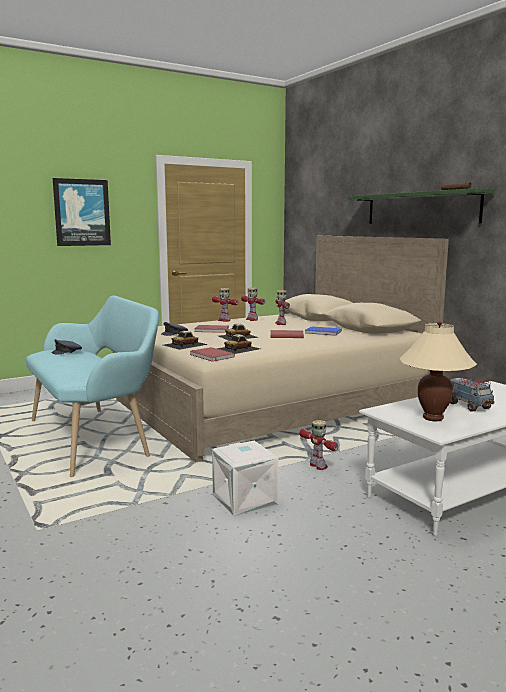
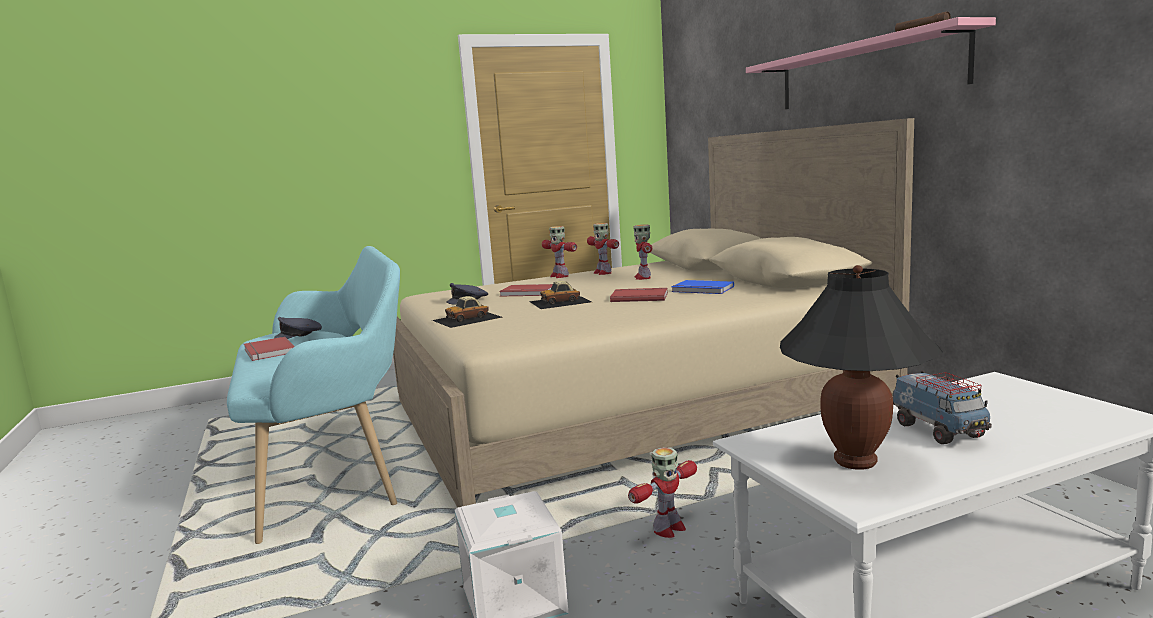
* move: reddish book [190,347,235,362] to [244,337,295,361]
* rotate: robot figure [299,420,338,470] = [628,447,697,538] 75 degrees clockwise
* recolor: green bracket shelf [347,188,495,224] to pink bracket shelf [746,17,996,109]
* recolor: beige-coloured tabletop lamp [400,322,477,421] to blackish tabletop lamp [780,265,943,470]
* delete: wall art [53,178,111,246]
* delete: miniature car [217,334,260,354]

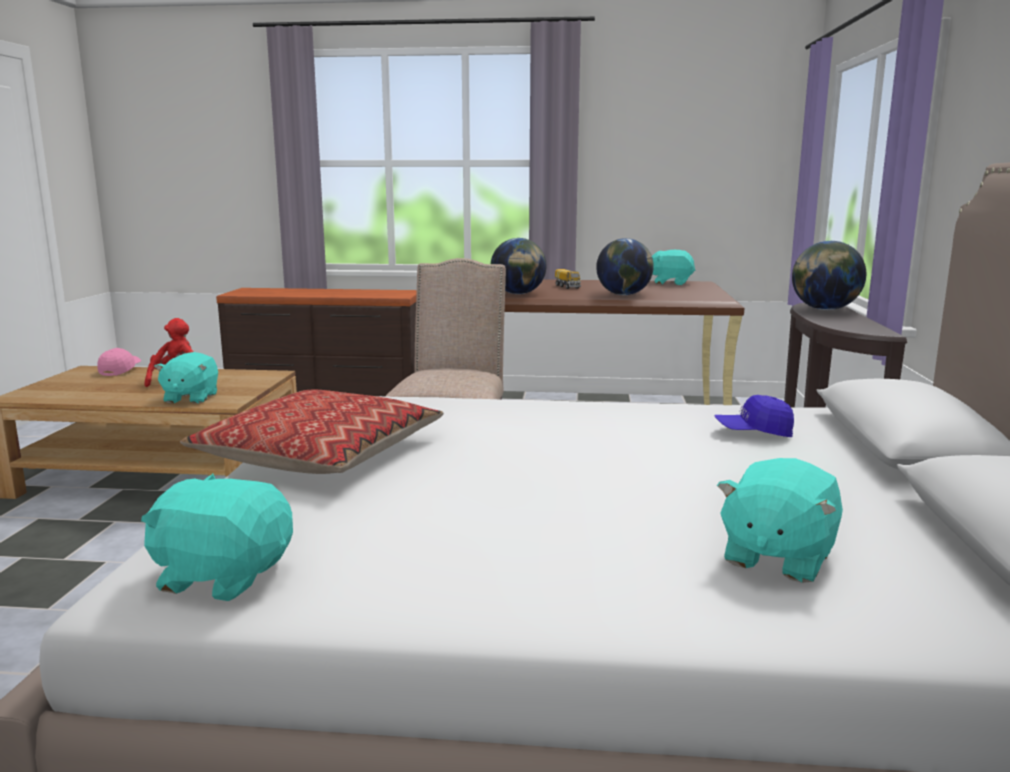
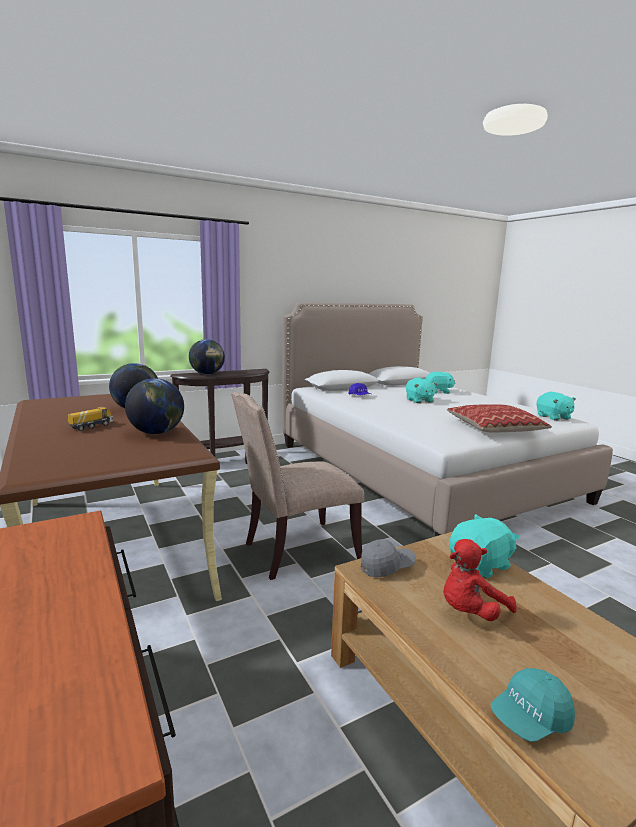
* insert: grey baseball cap [361,539,416,577]
* move: turquoise-coloured soft toy [652,250,695,285] to [406,378,437,403]
* recolor: pink baseball cap [97,348,141,376] to turquoise-coloured baseball cap [491,668,575,742]

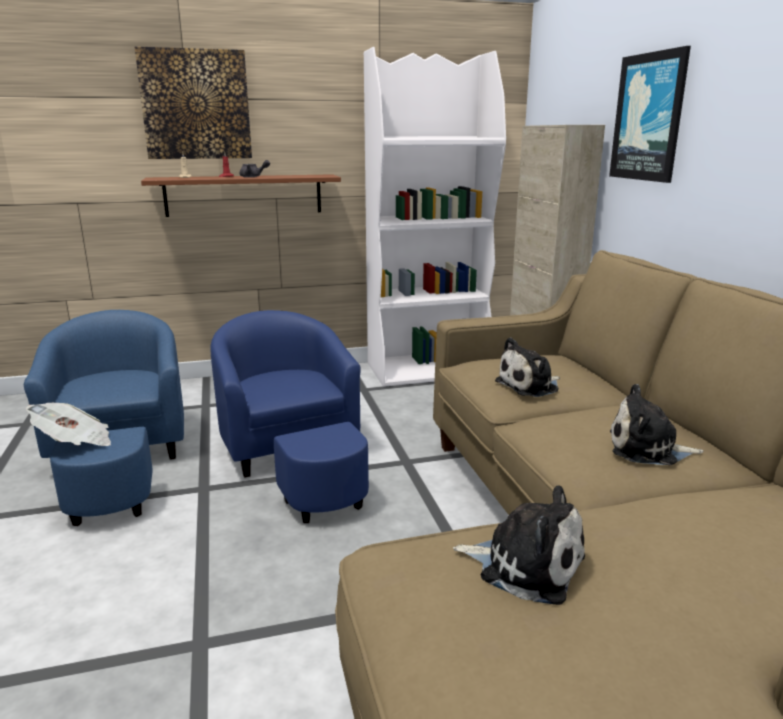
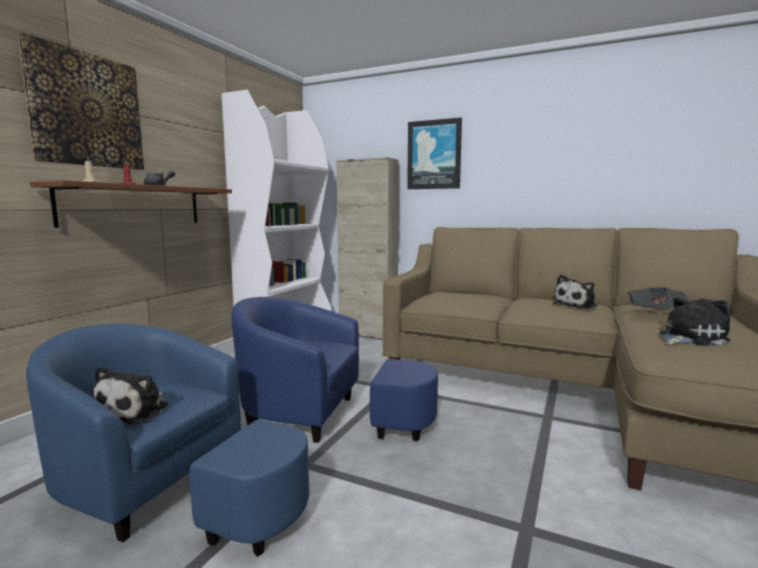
* move: soft toy [495,338,560,397] to [93,366,169,424]
* move: newspaper [26,403,111,446] to [627,287,689,310]

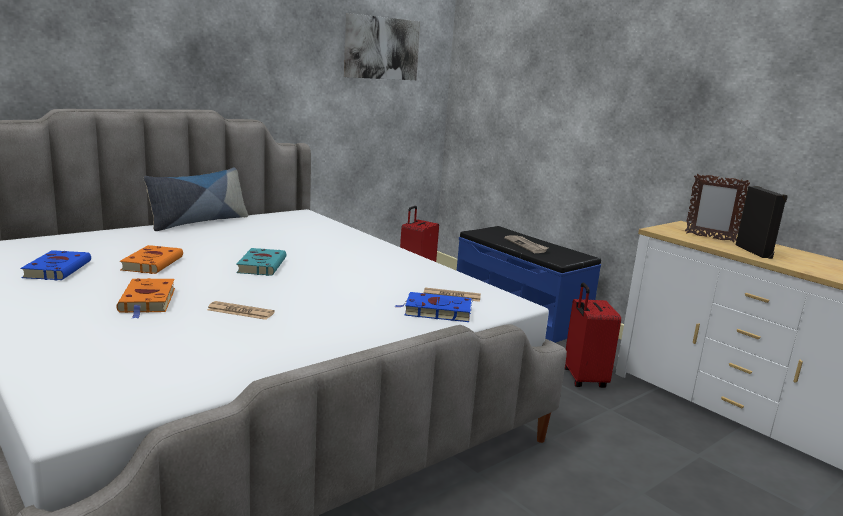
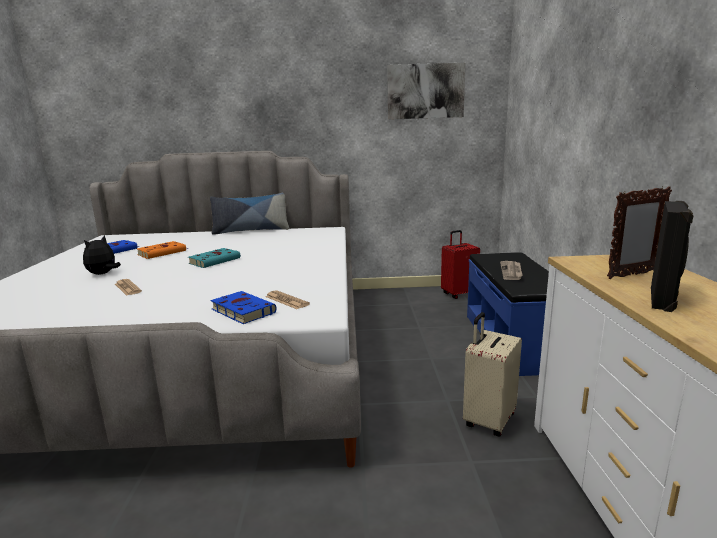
* replace: orange-coloured book [116,278,175,318] to soft toy [83,235,121,275]
* recolor: reddish piece of luggage [565,282,621,388] to beige-coloured piece of luggage [463,312,522,436]
* rotate: photo frame [685,174,750,243] = [607,186,672,279] 90 degrees counterclockwise

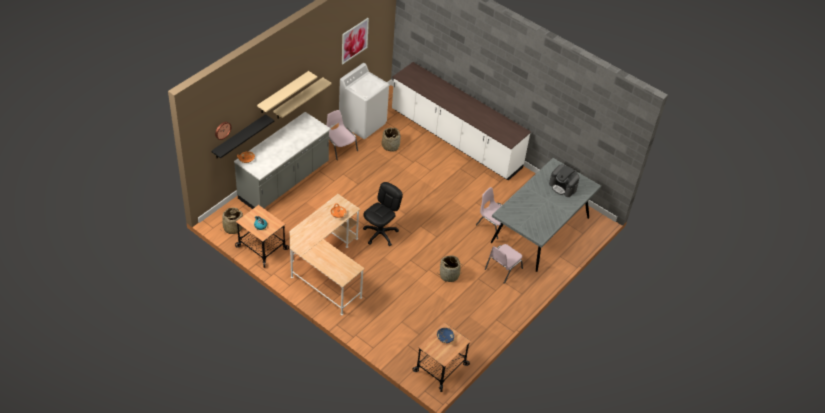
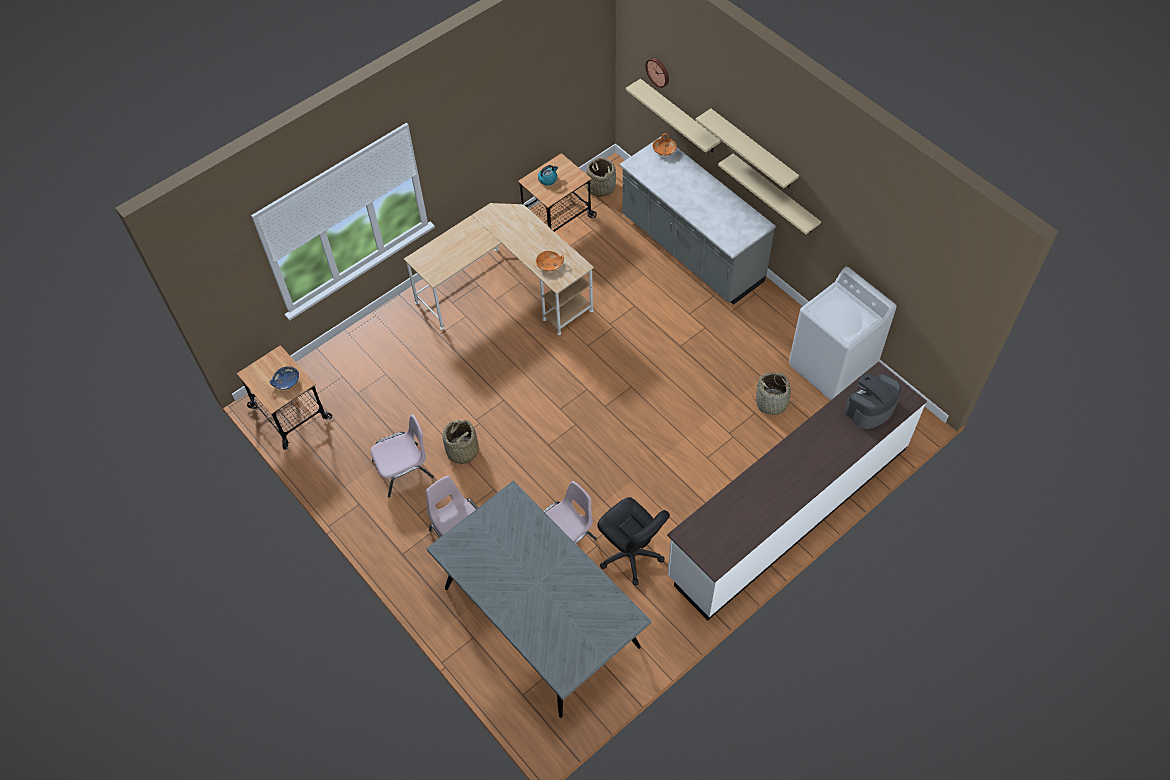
* move: pink upright chair [326,110,358,160] to [371,414,433,497]
* move: blackish computer chair [363,182,403,246] to [597,497,670,585]
* recolor: blackish bracket shelf [211,114,274,159] to beige-coloured bracket shelf [626,79,721,153]
* move: coffee brewer [549,165,580,197] to [844,373,901,429]
* delete: wall art [342,18,369,65]

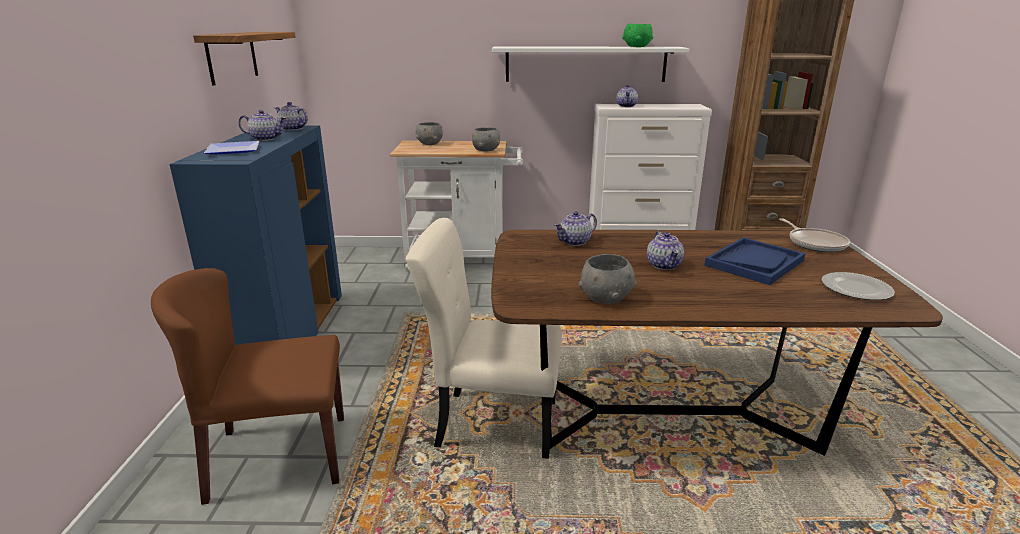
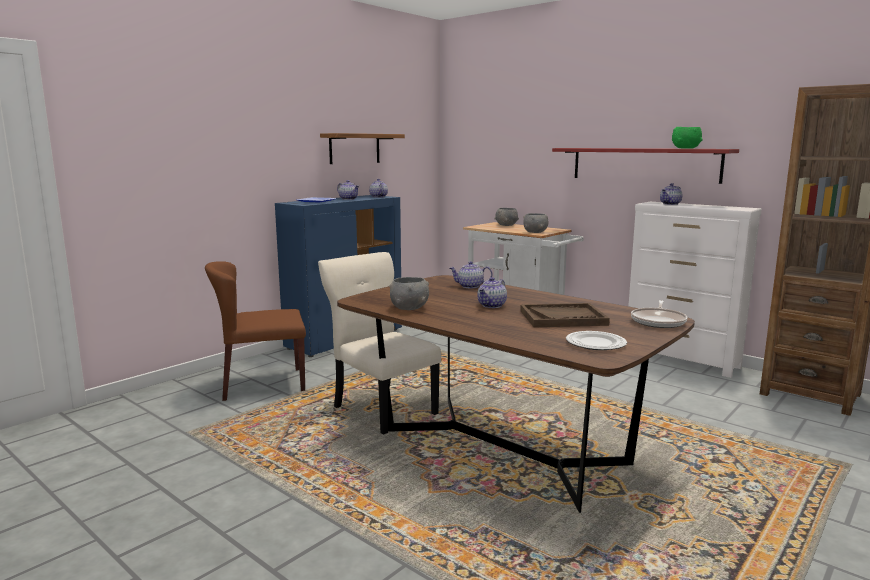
* rotate: brown-coloured upright chair [151,268,344,505] = [205,261,306,401] 45 degrees counterclockwise
* recolor: blue-coloured serving tray [705,237,806,285] to brown-coloured serving tray [520,303,610,327]
* recolor: white-coloured bracket shelf [492,47,689,82] to reddish bracket shelf [552,148,739,184]

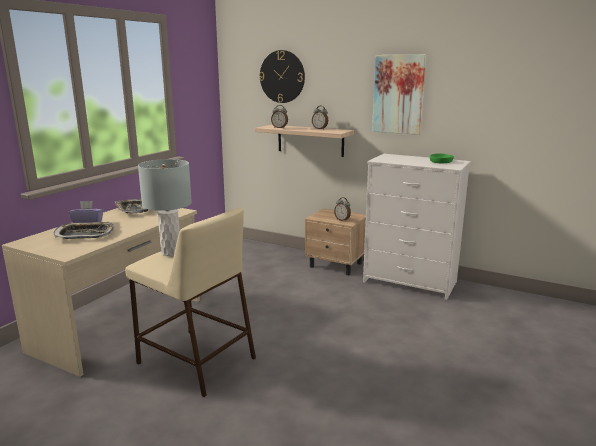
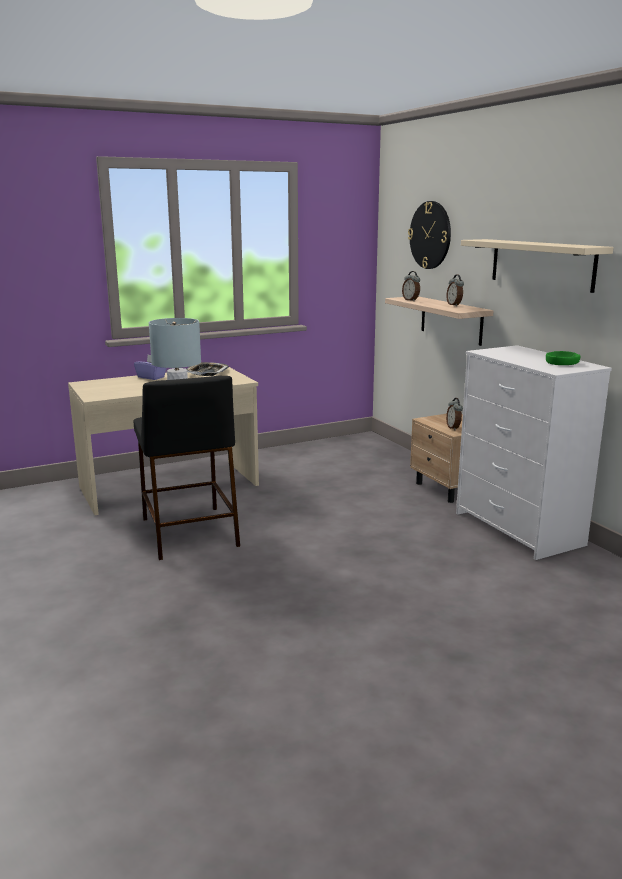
* recolor: beige-coloured stool [125,208,256,397] to blackish stool [134,376,240,560]
* replace: wall art [372,55,427,135] to beige-coloured bracket shelf [461,239,614,293]
* delete: serving tray [53,221,114,239]

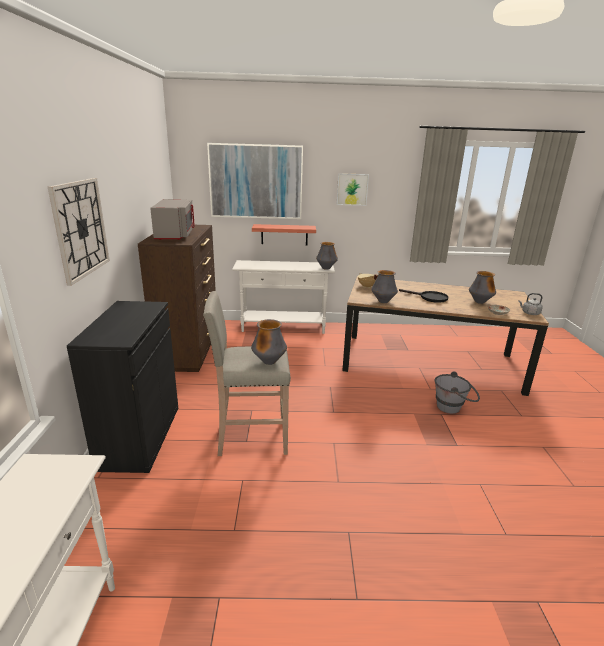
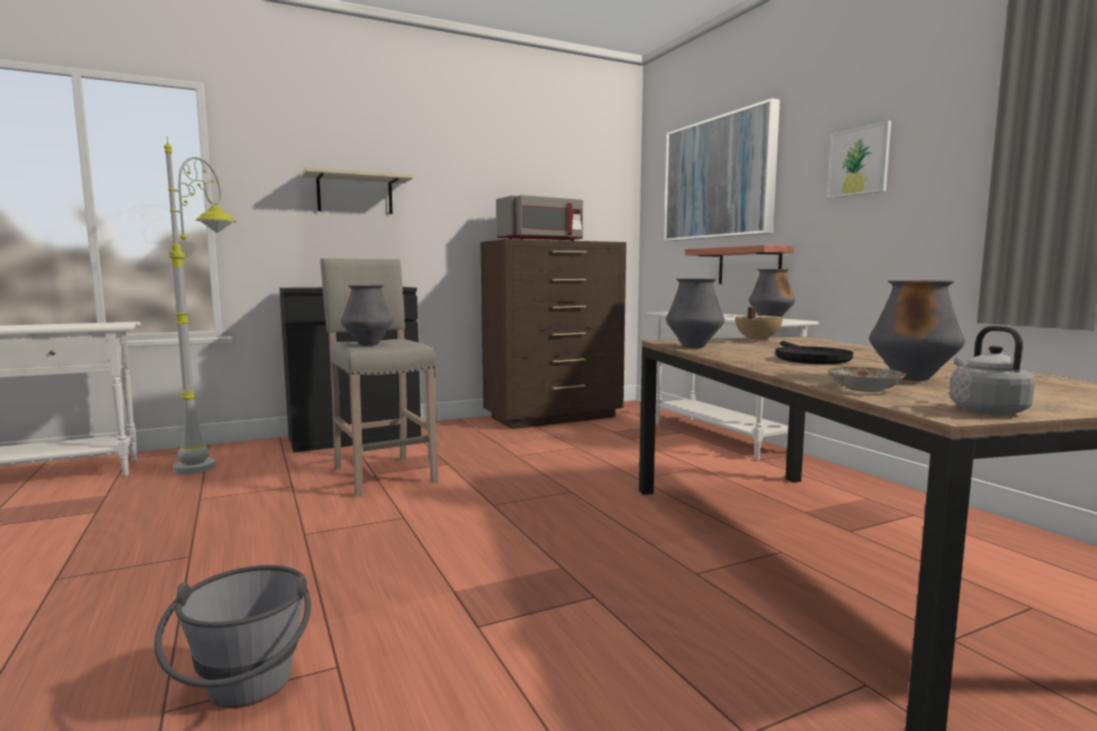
* move: grey water bucket [435,371,480,414] to [154,565,311,708]
* insert: grey standing lamp [164,137,237,474]
* replace: wall clock [48,178,110,286] to beige-coloured bracket shelf [301,166,414,214]

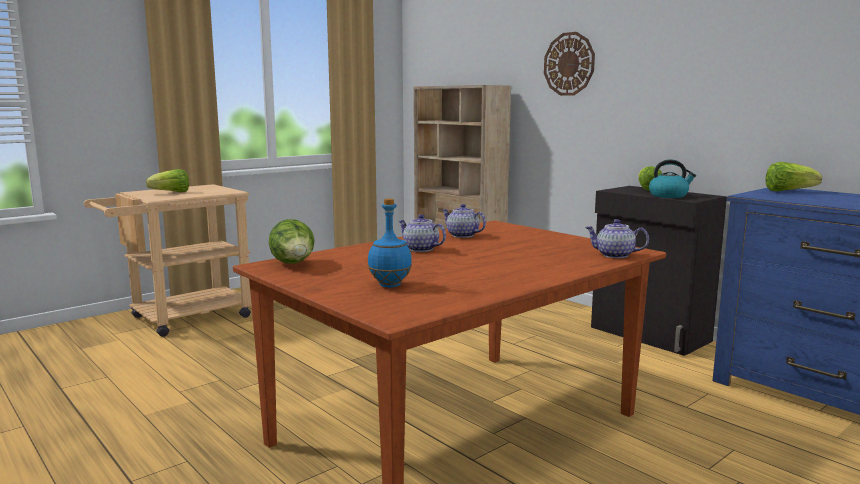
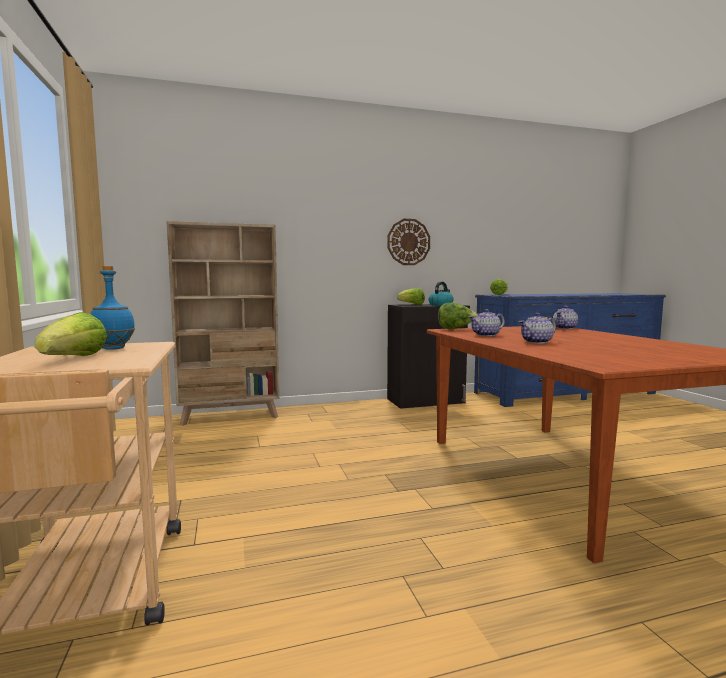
* move: blue-coloured beverage bottle [368,198,412,288] to [90,266,135,350]
* move: wall clock [544,32,595,96] to [387,219,430,265]
* move: lettuce [269,219,314,264] to [438,302,478,329]

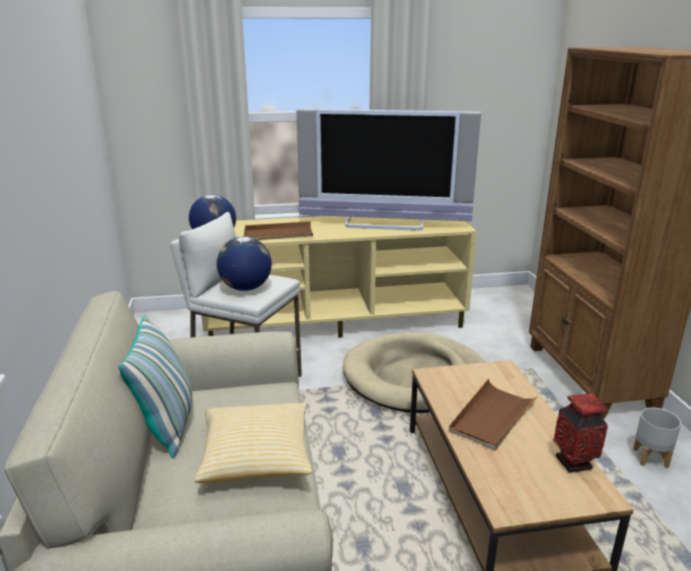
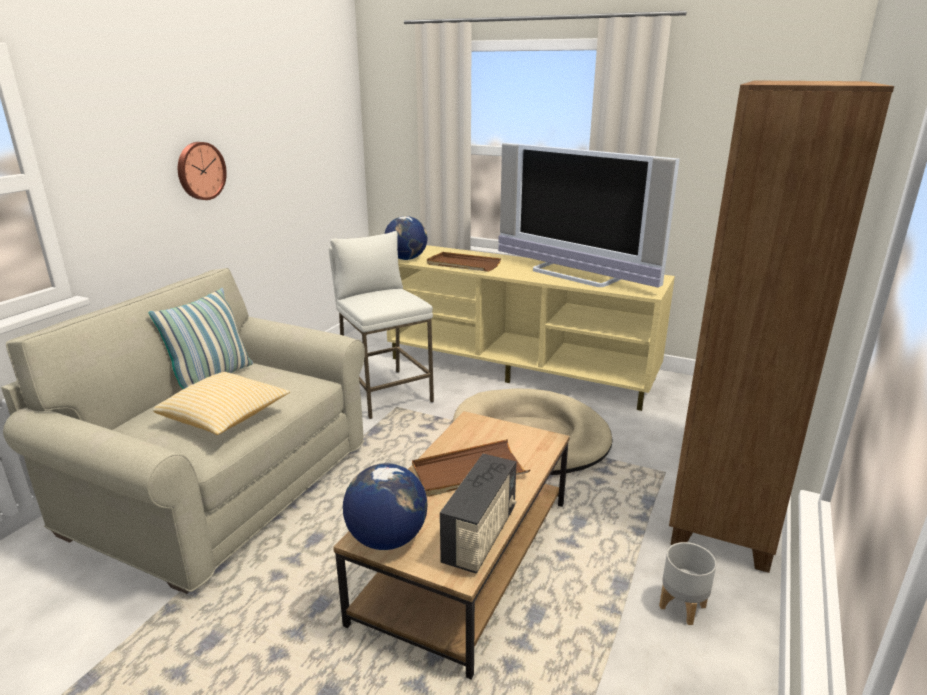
* insert: wall clock [178,142,227,200]
* move: globe [217,237,272,291] to [343,463,427,550]
* replace: flower vase [553,393,608,473] to radio receiver [440,454,517,574]

